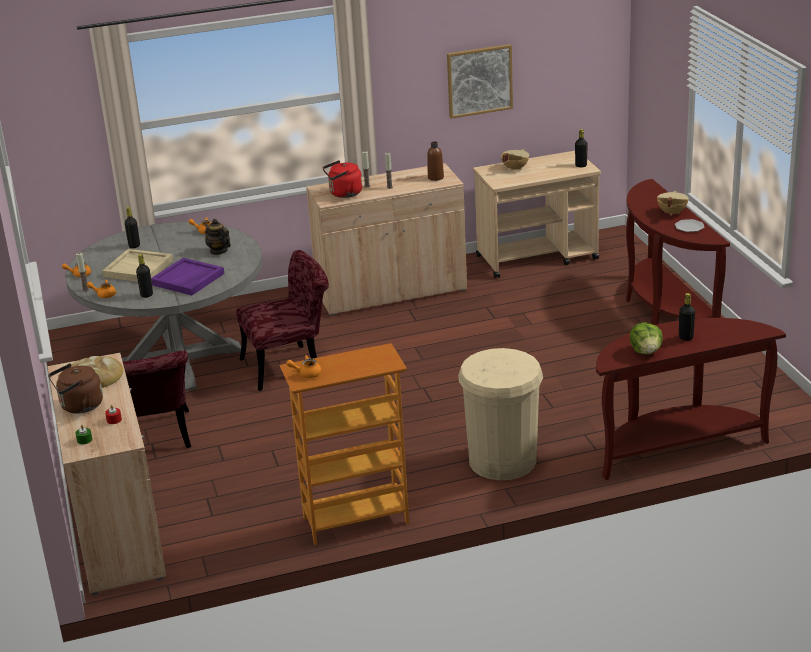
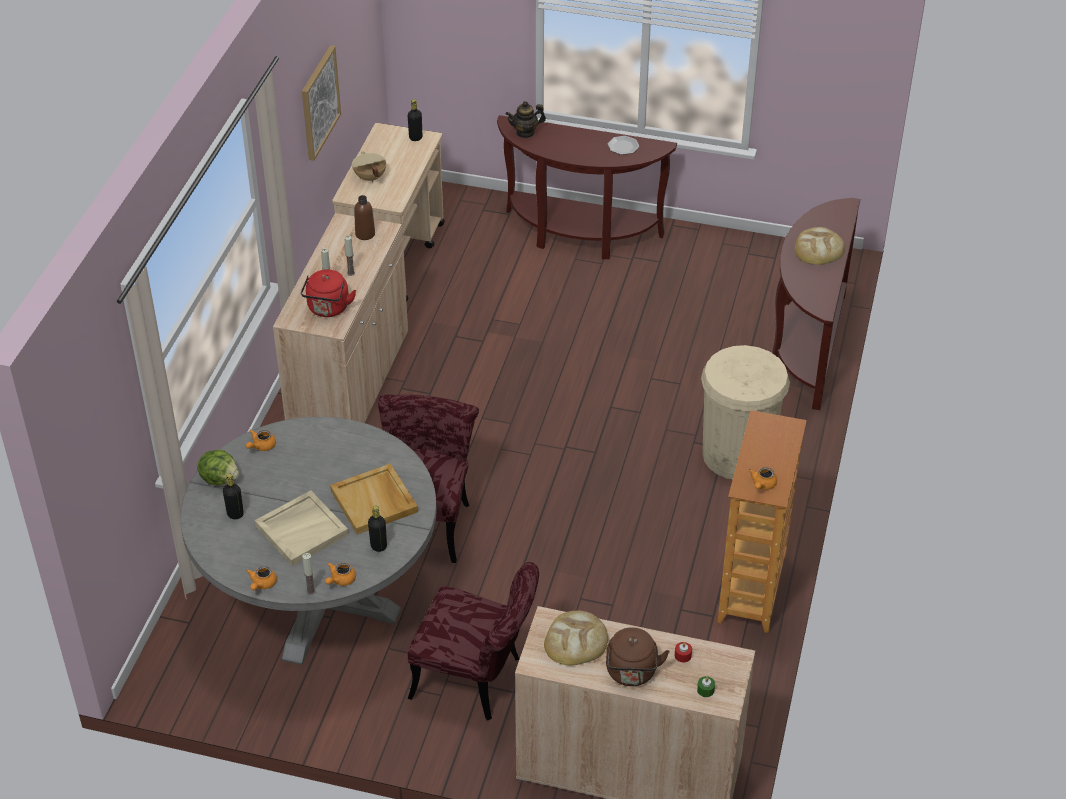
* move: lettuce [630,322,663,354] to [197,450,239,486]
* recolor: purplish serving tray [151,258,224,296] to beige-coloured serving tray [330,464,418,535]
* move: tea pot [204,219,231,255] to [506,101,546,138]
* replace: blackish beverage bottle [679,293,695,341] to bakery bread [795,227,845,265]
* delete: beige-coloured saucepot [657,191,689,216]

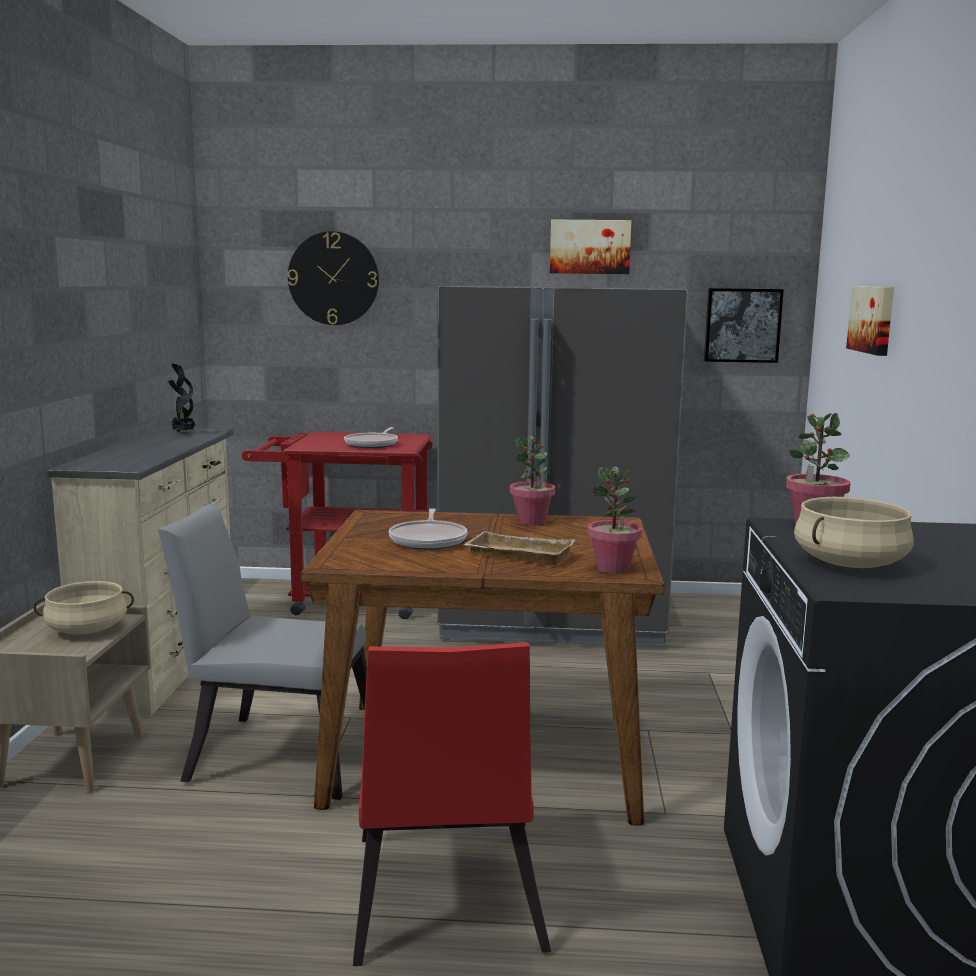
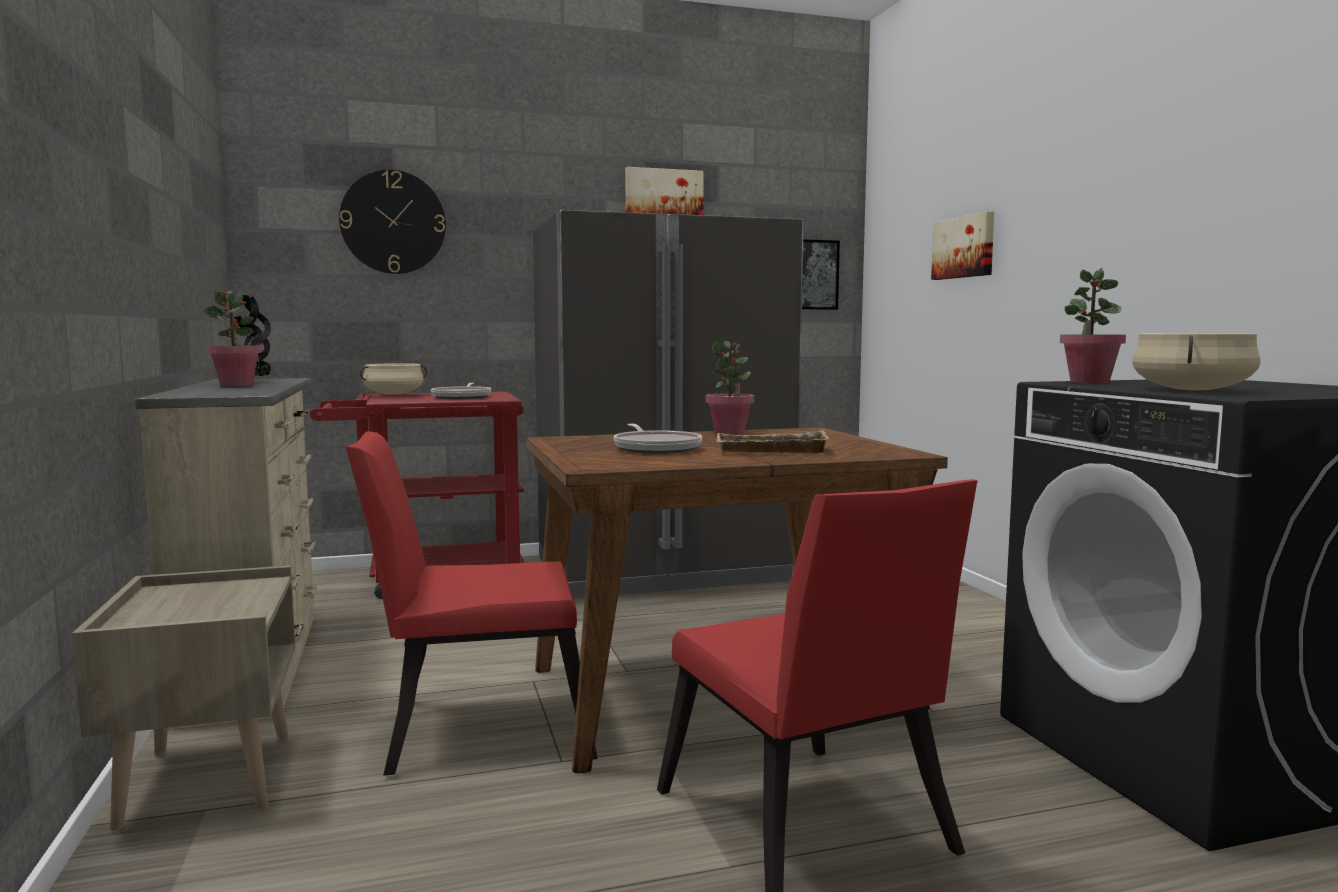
* move: houseplant [587,466,642,574] to [204,291,262,386]
* recolor: grey upright chair [158,504,367,800] to reddish upright chair [346,431,598,776]
* move: beige-coloured saucepot [34,581,134,635] to [360,363,427,395]

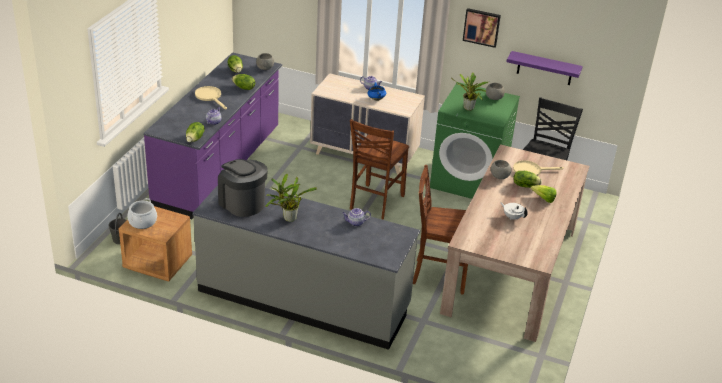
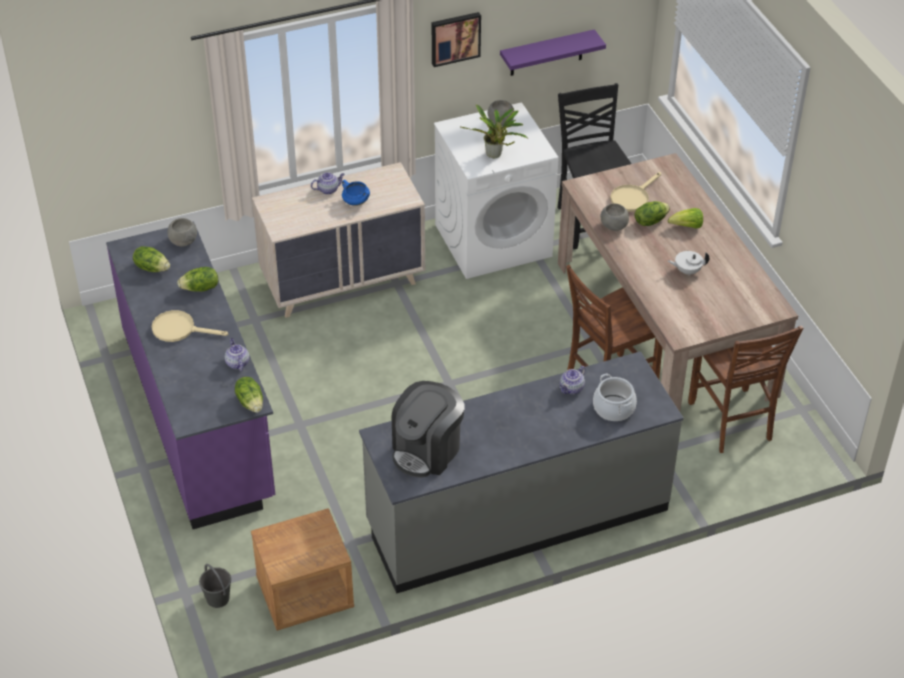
* rotate: coffee brewer [218,159,268,217] = [391,381,464,478] 60 degrees counterclockwise
* recolor: green washing machine [430,82,520,199] to white-coloured washing machine [434,102,559,279]
* move: saucepot [127,198,157,229] to [593,374,637,421]
* move: brown-coloured upright chair [350,119,409,219] to [688,326,803,453]
* delete: houseplant [265,174,317,222]

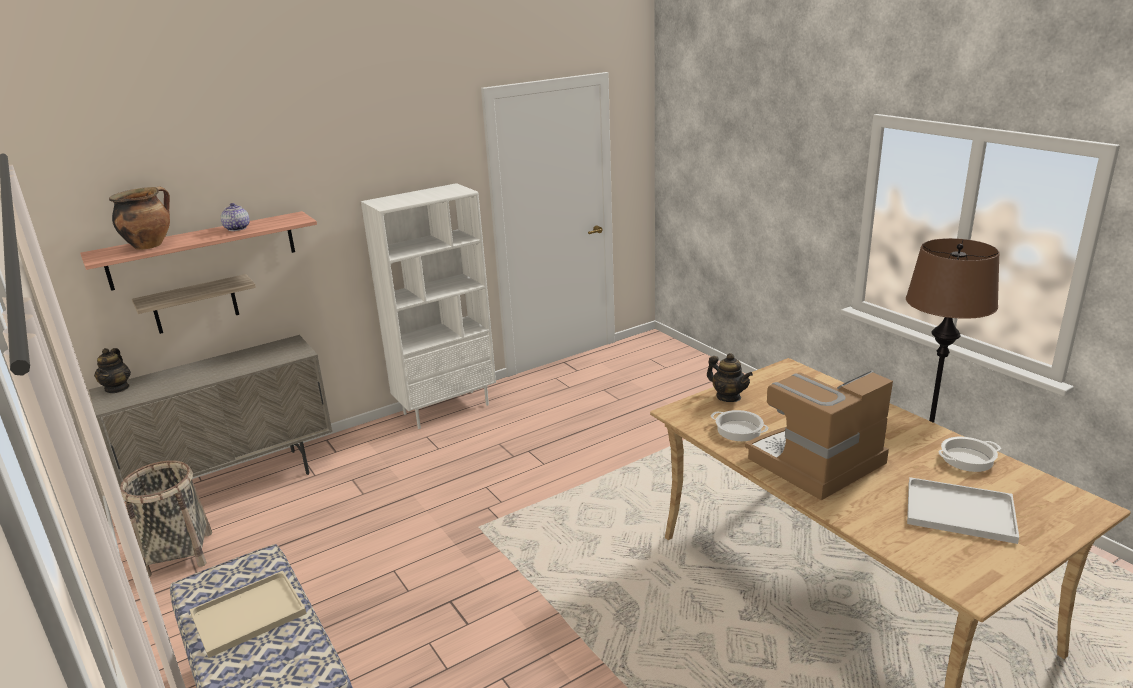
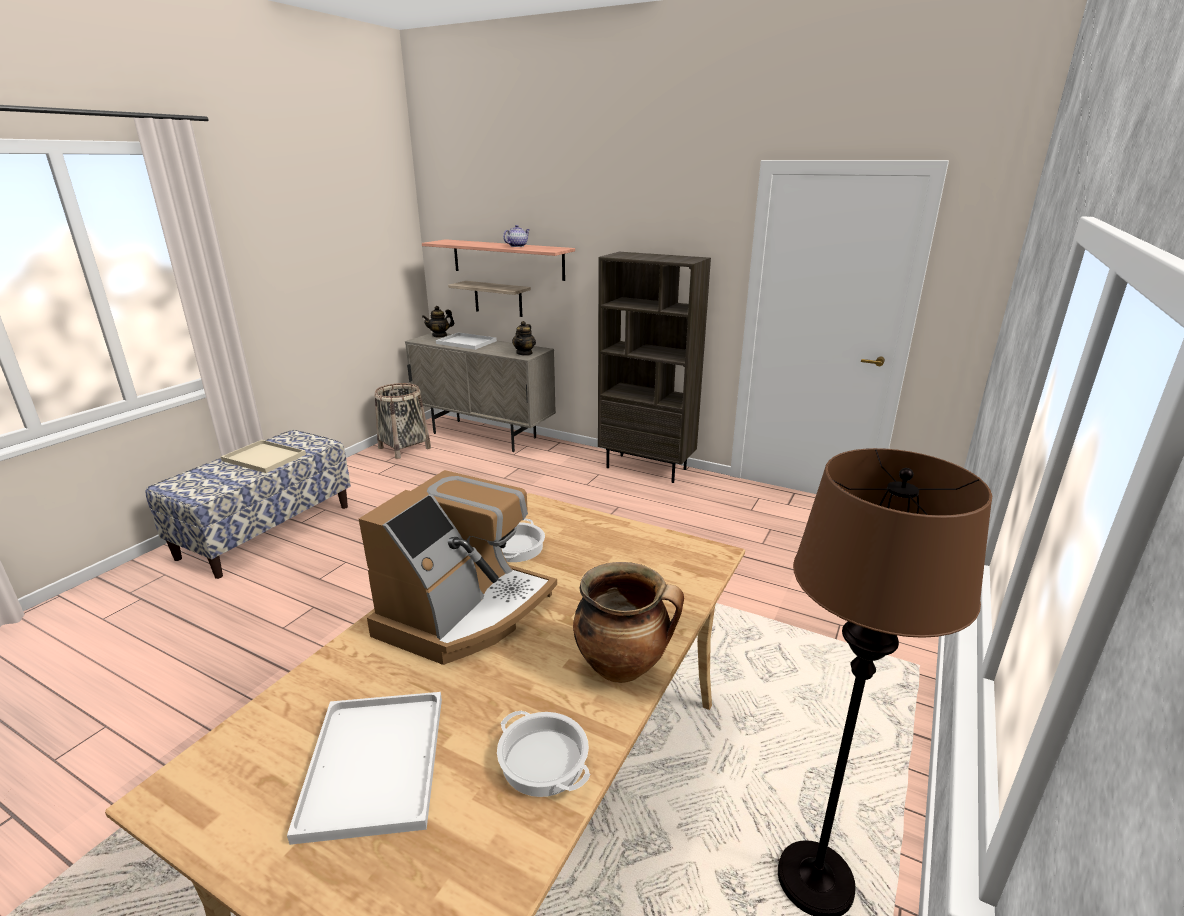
* rotate: coffee brewer [745,371,893,500] = [359,470,557,665] 90 degrees clockwise
* insert: white-coloured serving tray [436,332,497,350]
* move: tea pot [707,353,753,402] to [512,321,536,356]
* move: saucepot [109,186,170,250] to [573,562,684,683]
* recolor: white-coloured bookshelf [361,183,496,429] to brown-coloured bookshelf [598,252,711,483]

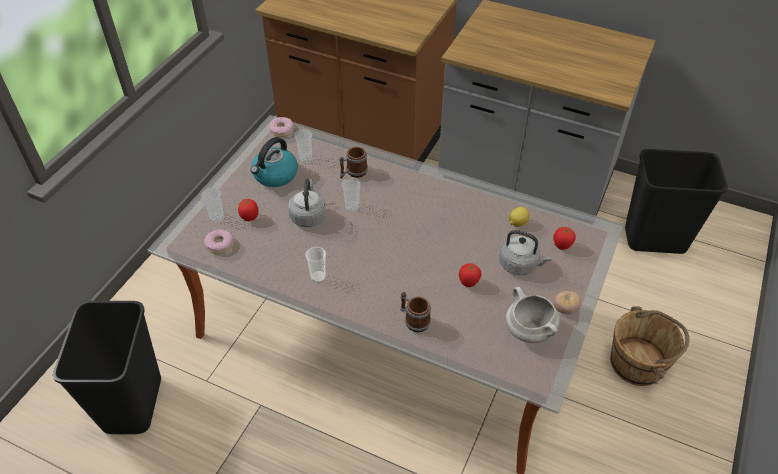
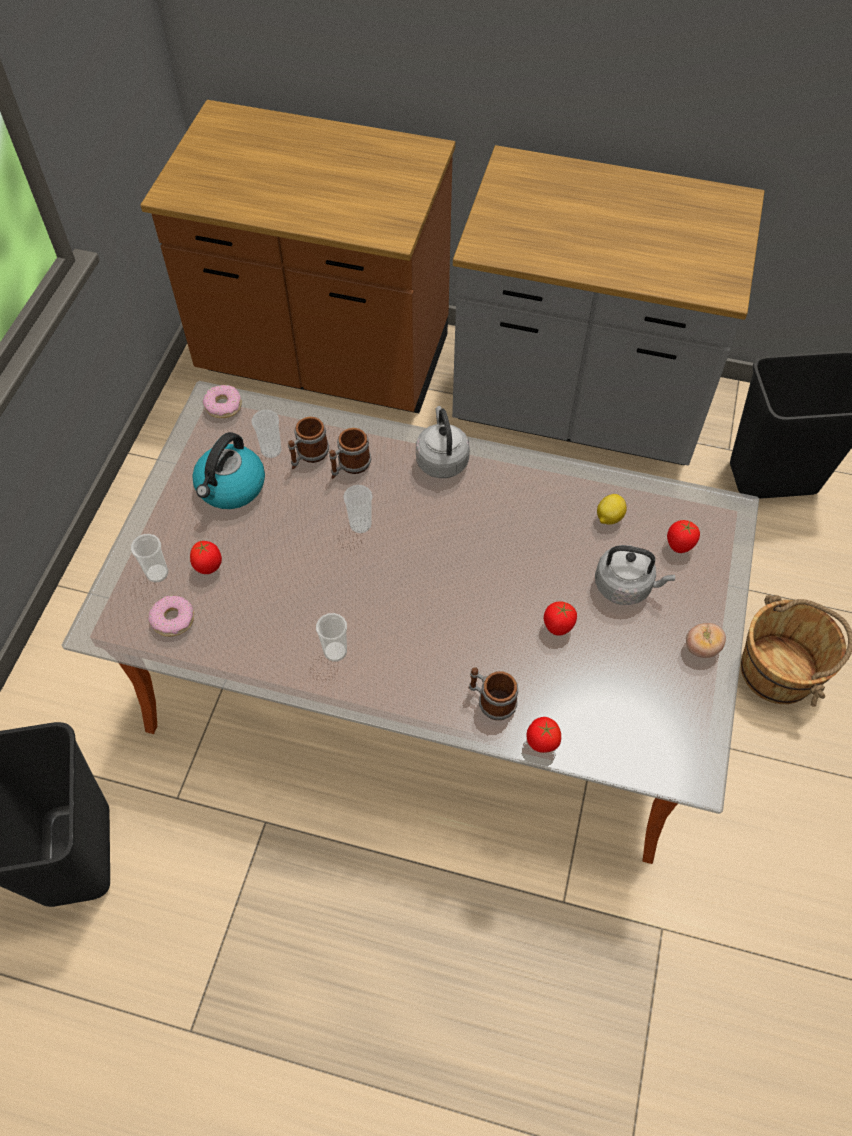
* insert: tea mug [288,417,329,469]
* move: grey tea kettle [288,179,327,227] to [416,406,470,478]
* insert: tomato [526,717,561,753]
* delete: white-coloured saucepot [506,287,560,343]

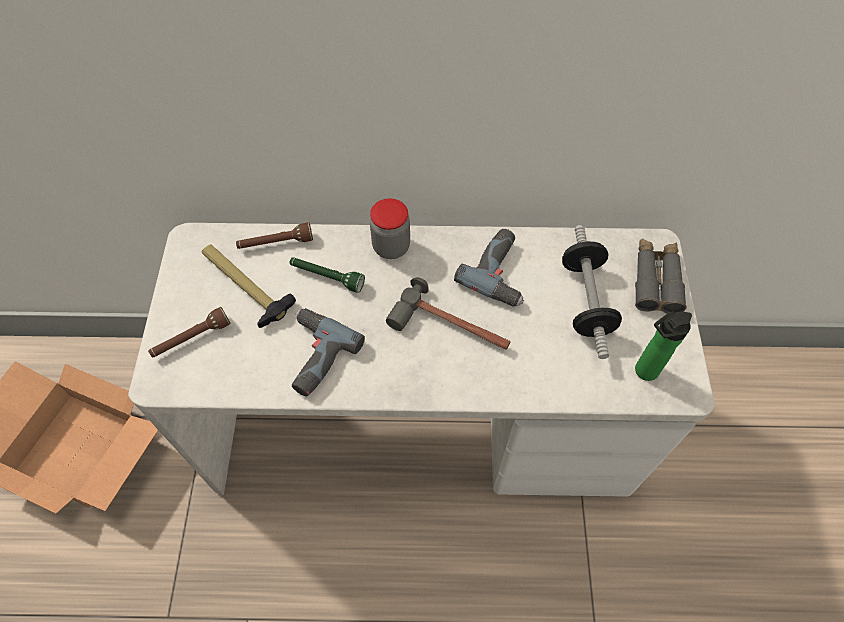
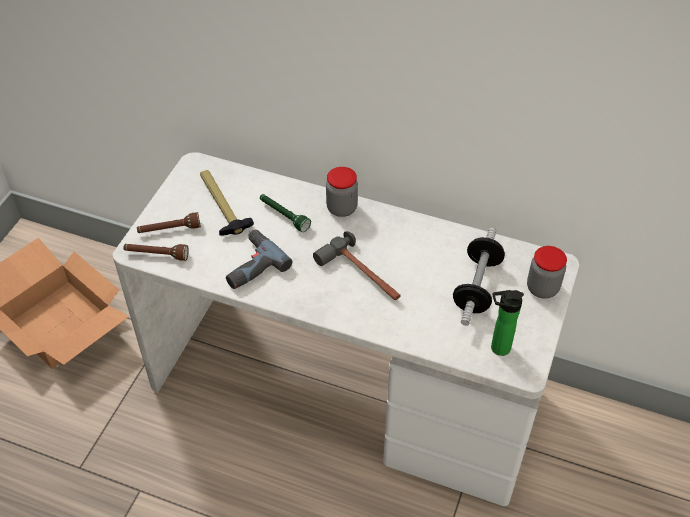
* move: brown-coloured hand torch [236,222,313,249] to [124,244,189,261]
* replace: grey pair of binoculars [635,239,687,313] to storage jar [527,246,567,299]
* delete: drill [454,229,524,307]

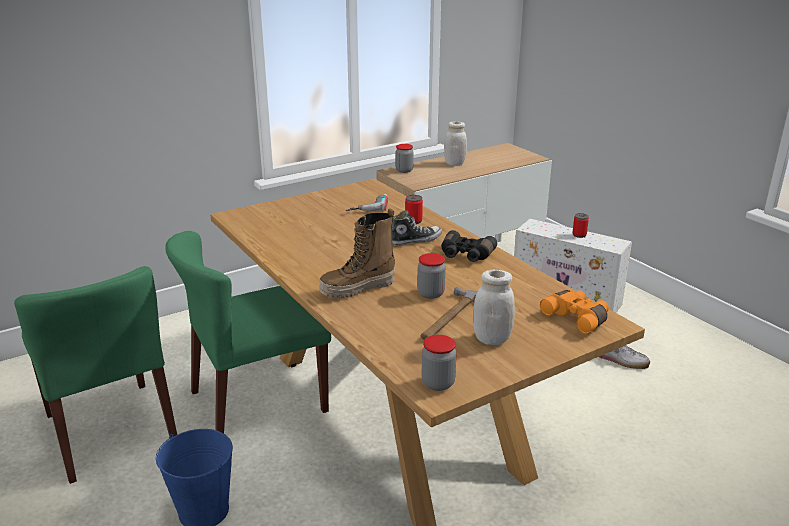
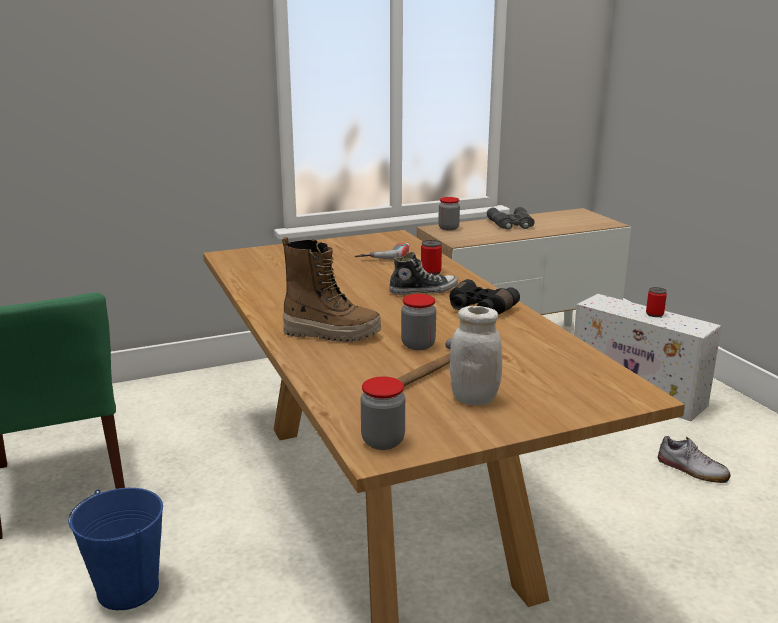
* rotate: tall boot [319,209,395,299] = [282,237,381,342] 150 degrees counterclockwise
* replace: white-coloured storage jar [444,121,467,166] to grey pair of binoculars [487,207,535,230]
* delete: green upright chair [165,231,331,433]
* delete: orange-coloured pair of binoculars [540,290,609,333]

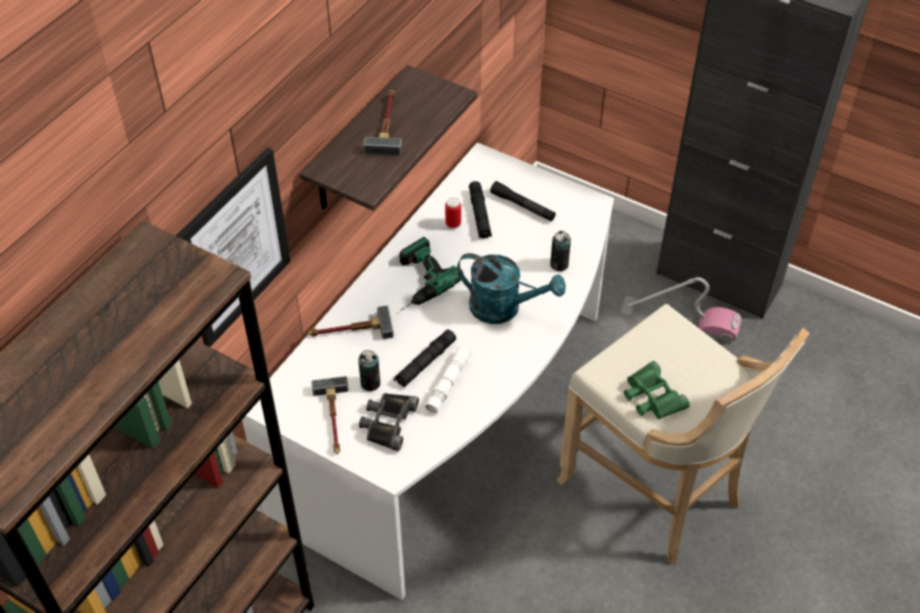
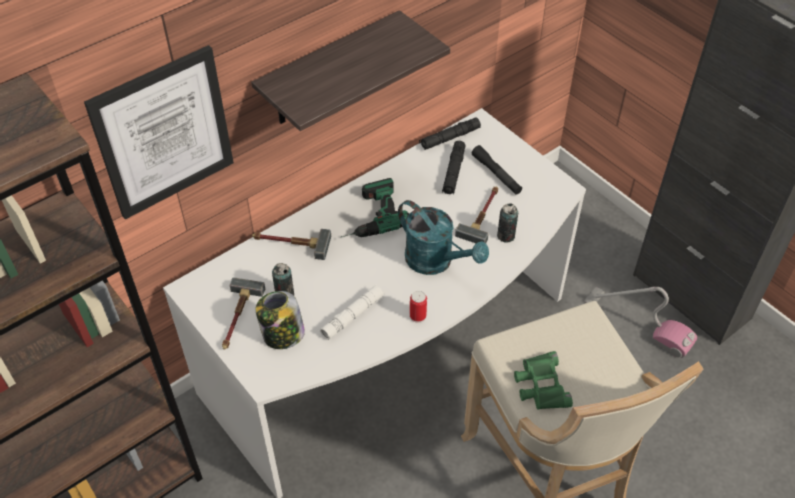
* replace: blackish pair of binoculars [359,393,419,451] to storage jar [256,291,305,349]
* move: metal can [445,198,461,229] to [410,291,427,323]
* move: blackish hand torch [394,329,456,388] to [419,117,481,150]
* move: hammer [363,90,402,155] to [455,186,498,243]

